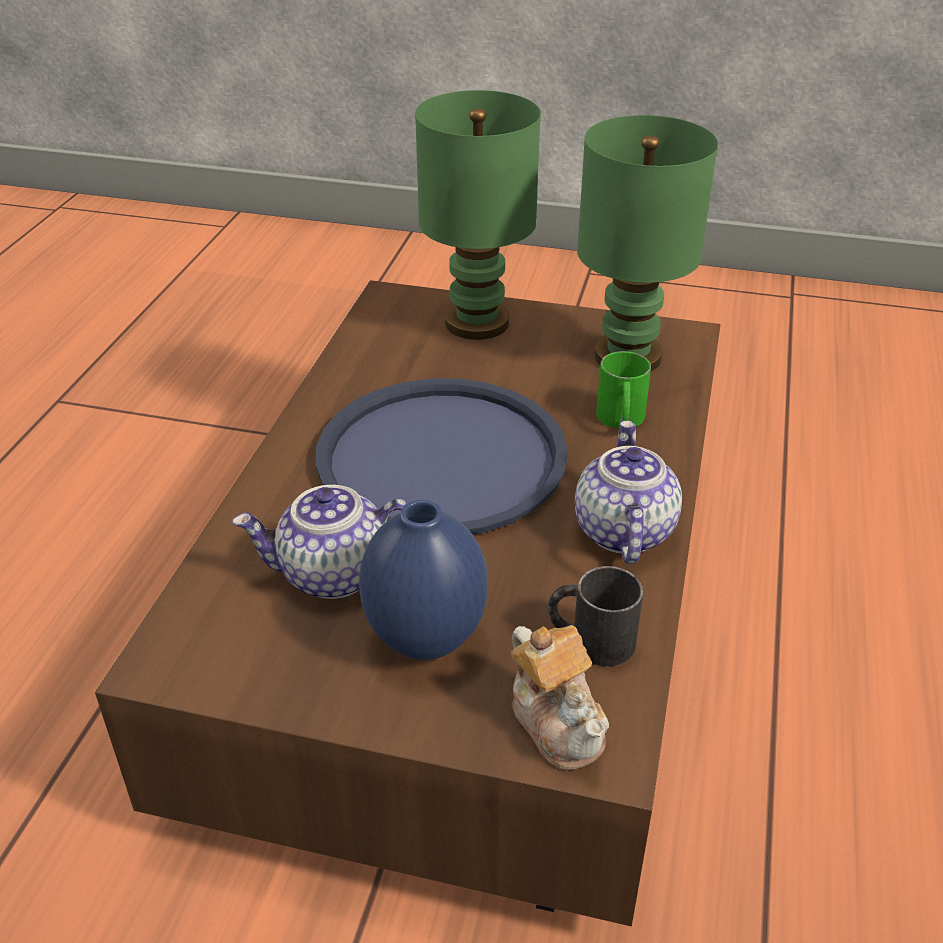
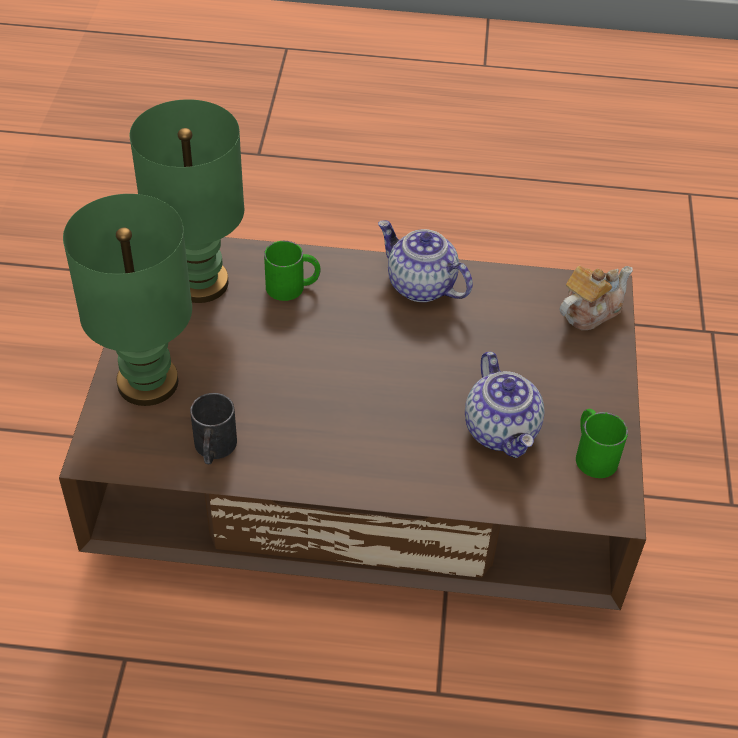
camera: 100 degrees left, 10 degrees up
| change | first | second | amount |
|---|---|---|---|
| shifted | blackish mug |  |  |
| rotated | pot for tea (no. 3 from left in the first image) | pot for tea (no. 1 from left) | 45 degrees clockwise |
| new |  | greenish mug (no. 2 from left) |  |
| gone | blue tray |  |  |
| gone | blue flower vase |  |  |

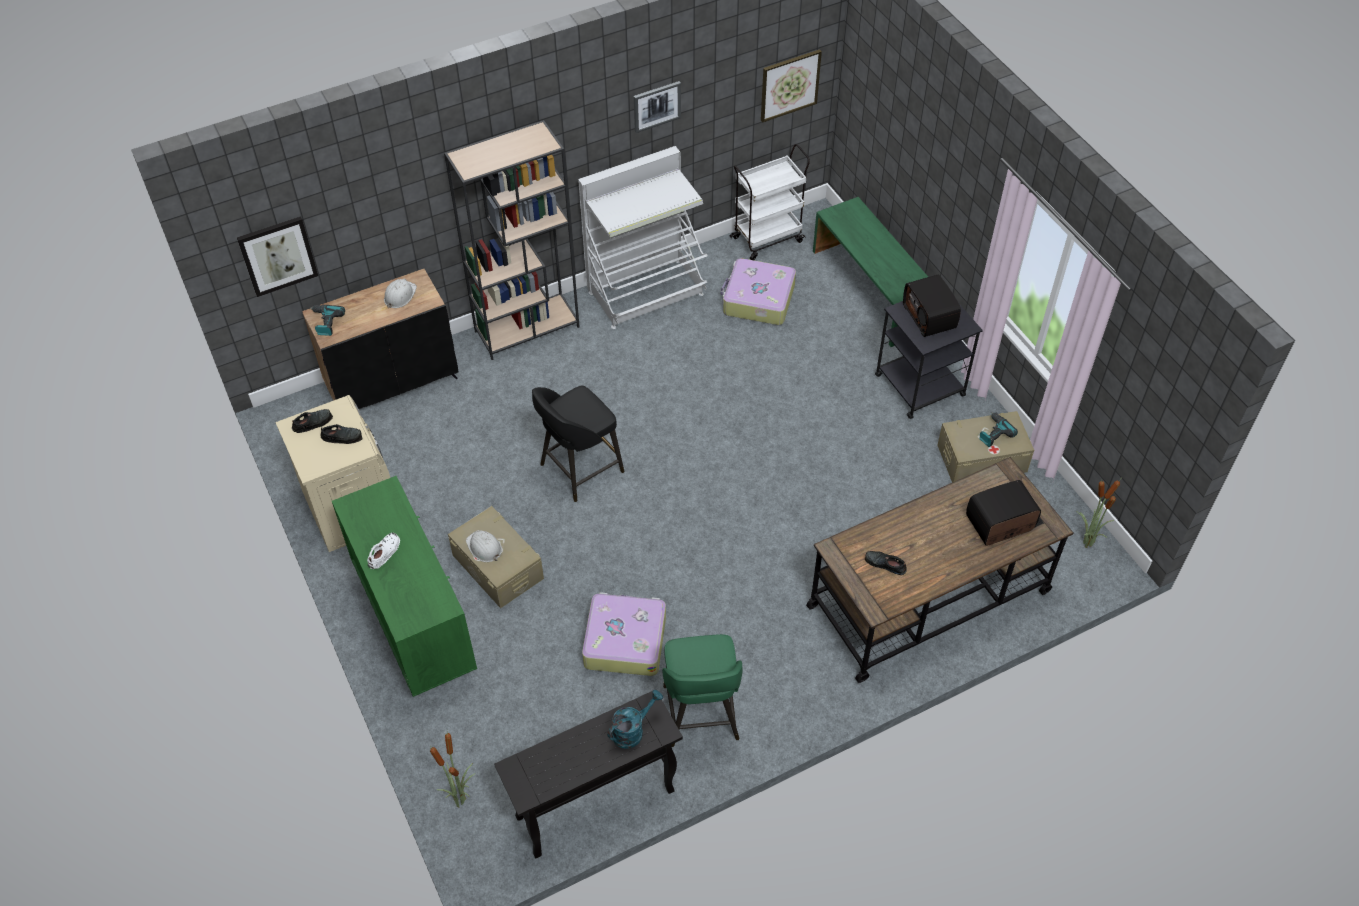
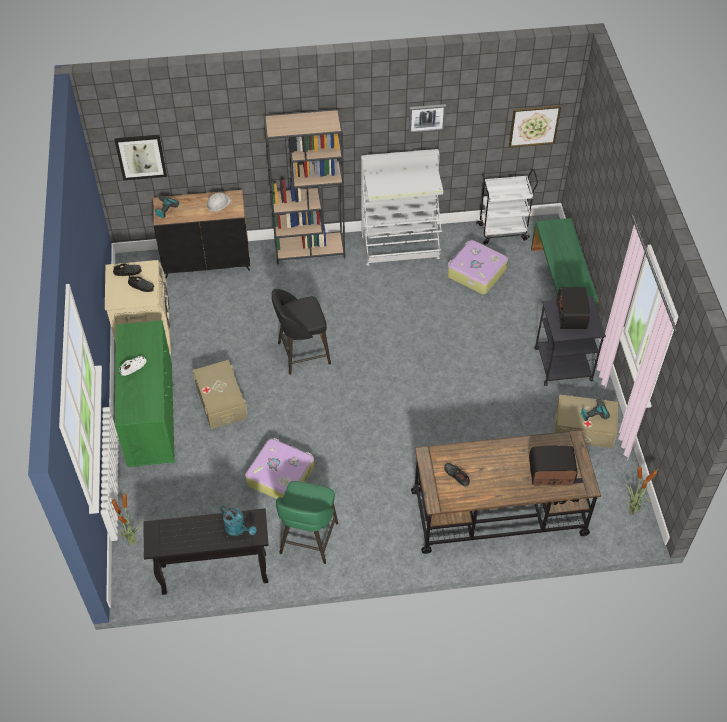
camera: 20 degrees right, 0 degrees up
| change | first | second | amount |
|---|---|---|---|
| rotated | turquoise watering pot |  | 60 degrees clockwise |
| gone | whitish hard hat (no. 2 from left) |  |  |

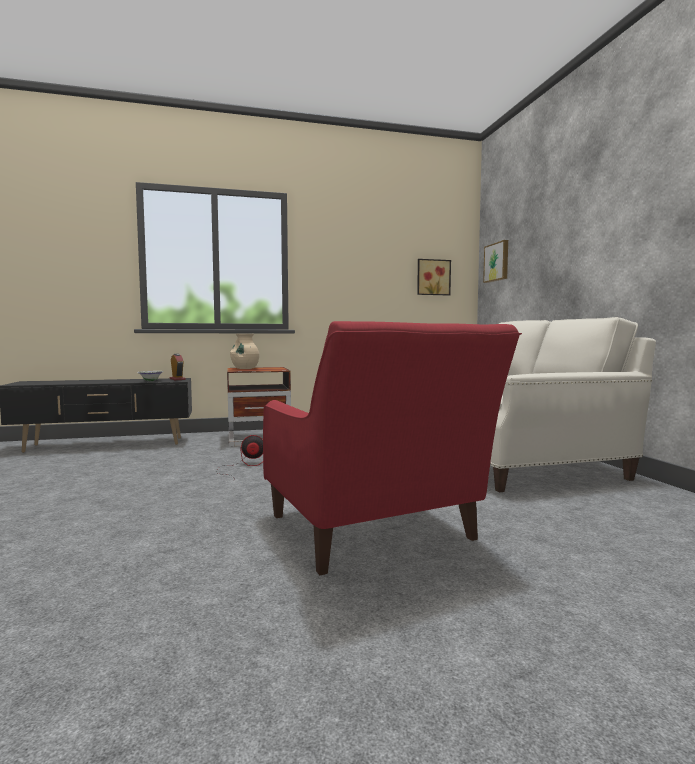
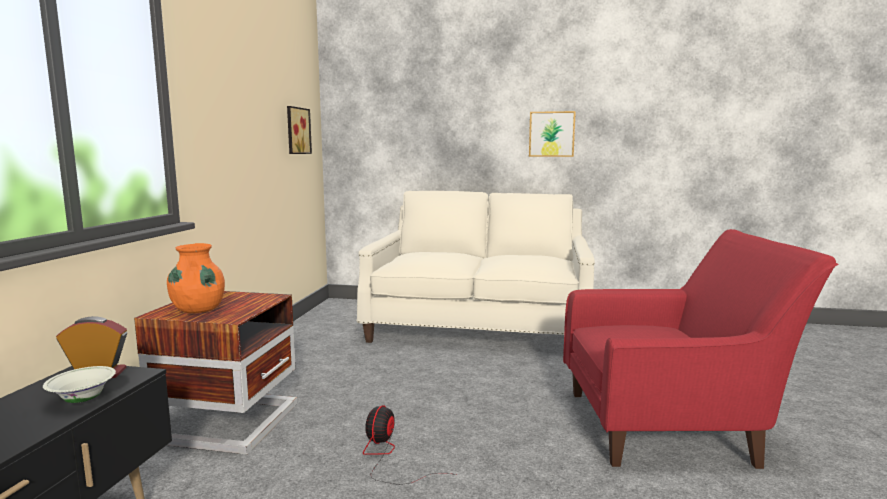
camera: 65 degrees left, 5 degrees up
| change | first | second | amount |
|---|---|---|---|
| repainted | beige flower vase | orange-coloured flower vase |  |
| shifted | wall picture (no. 2 from left) |  |  |

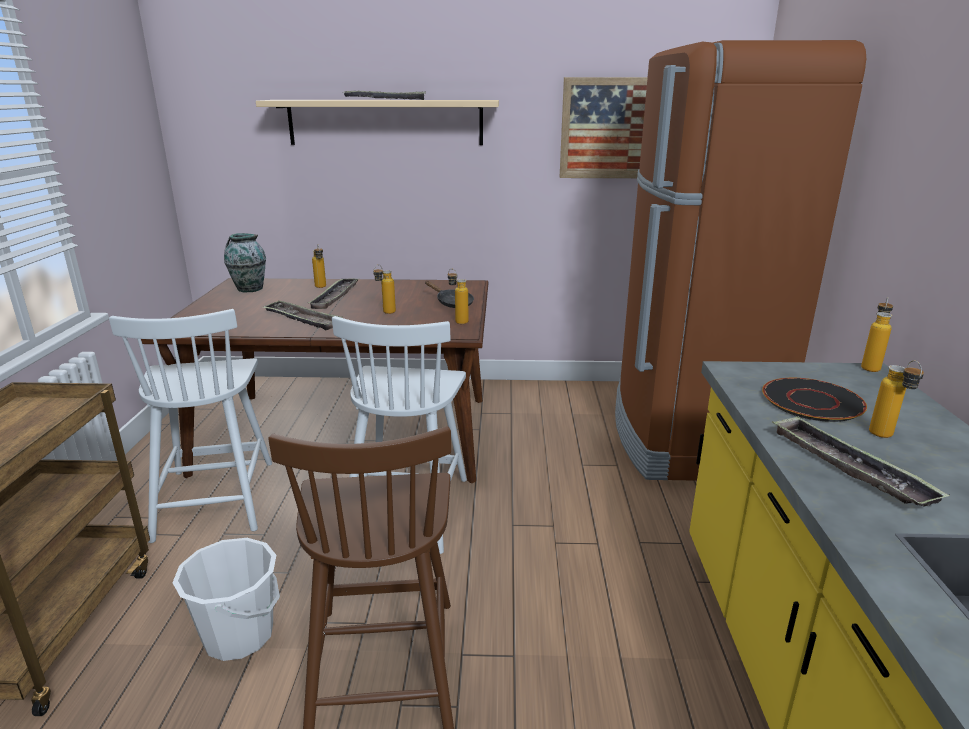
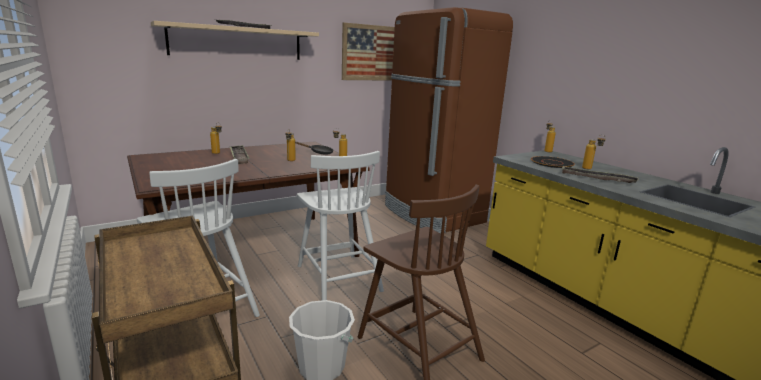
camera: 35 degrees left, 5 degrees down
| change | first | second | amount |
|---|---|---|---|
| gone | flower vase |  |  |
| gone | tray (no. 1 from left) |  |  |

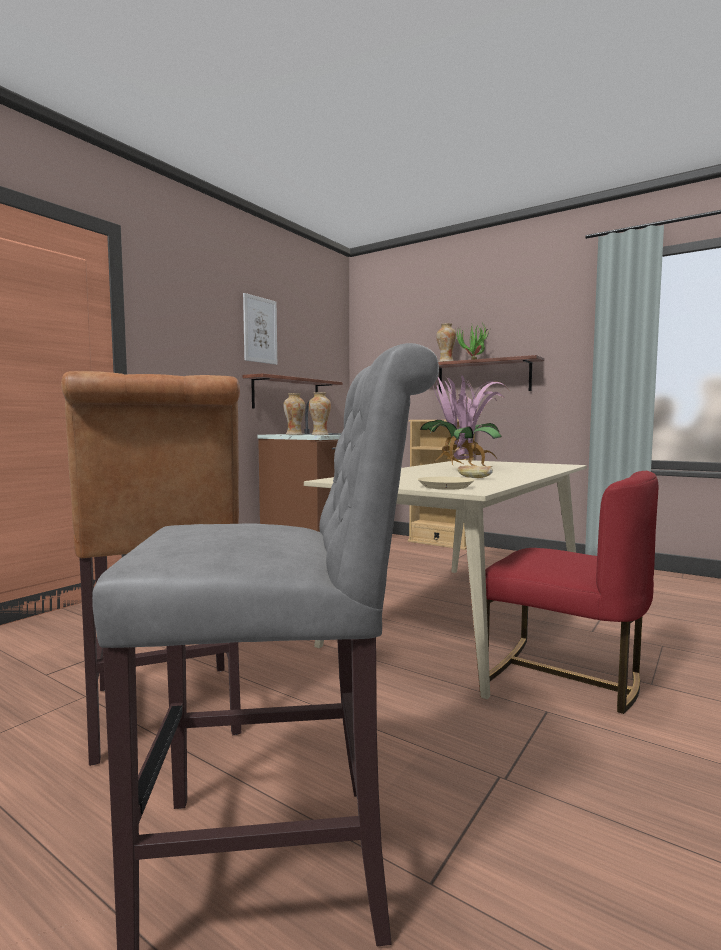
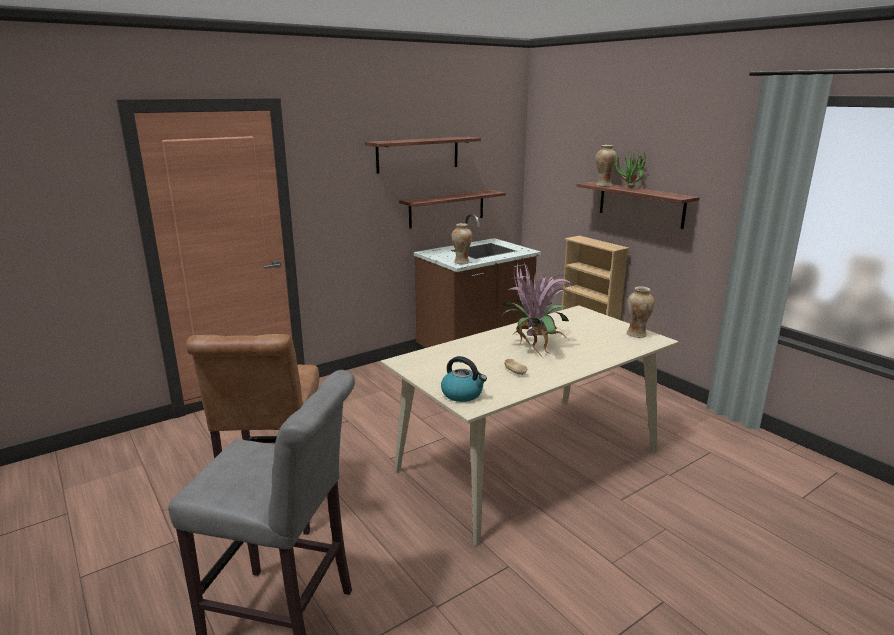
camera: 20 degrees right, 15 degrees up
| change | first | second | amount |
|---|---|---|---|
| swapped | wall picture | wall shelf (no. 1 from left) |  |
| swapped | beige flat dish | water kettle |  |
| shifted | flower vase (no. 1 from left in the first image) | flower vase (no. 3 from left) |  |
| gone | red-coloured upright chair |  |  |

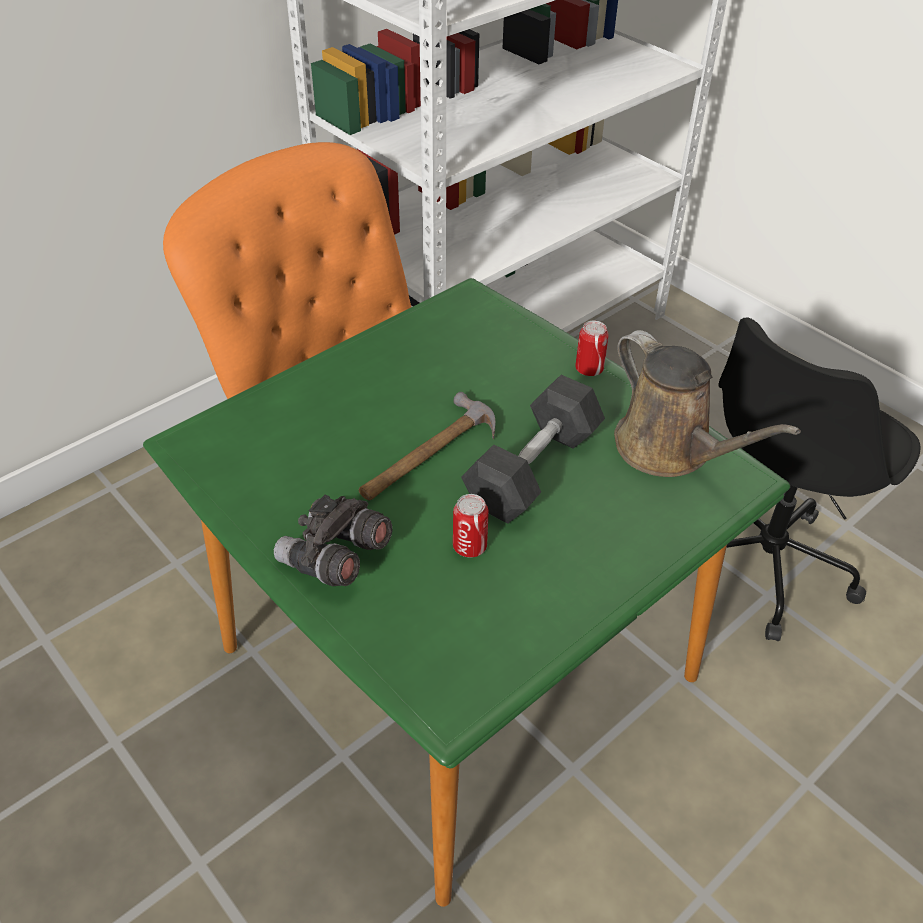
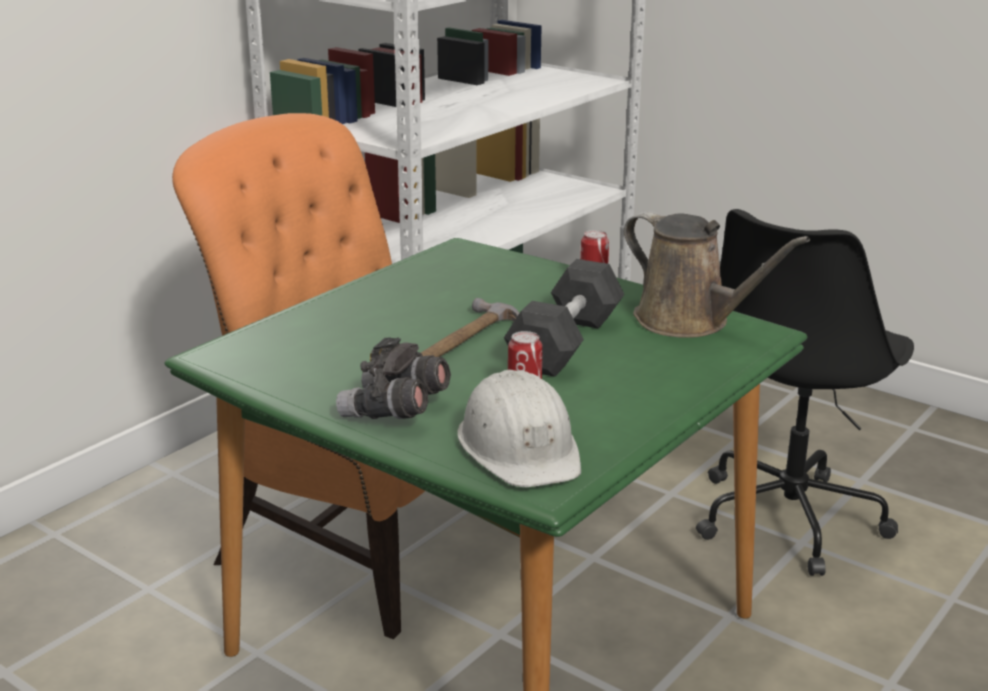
camera: 10 degrees left, 20 degrees down
| change | first | second | amount |
|---|---|---|---|
| new |  | whitish hard hat |  |

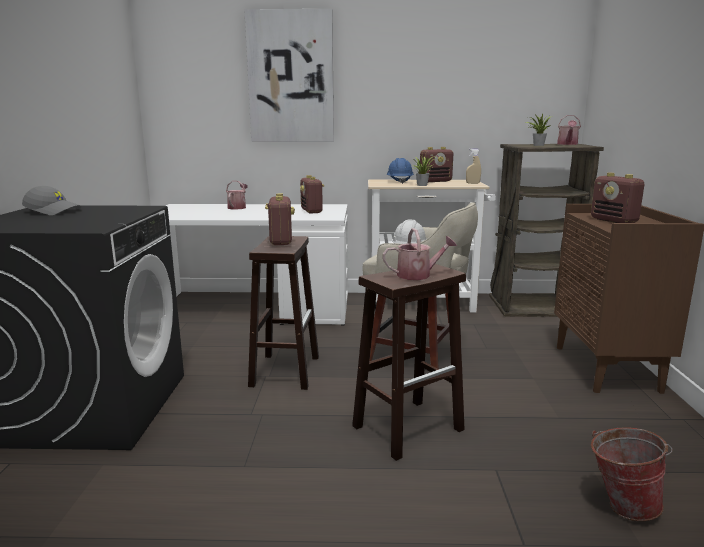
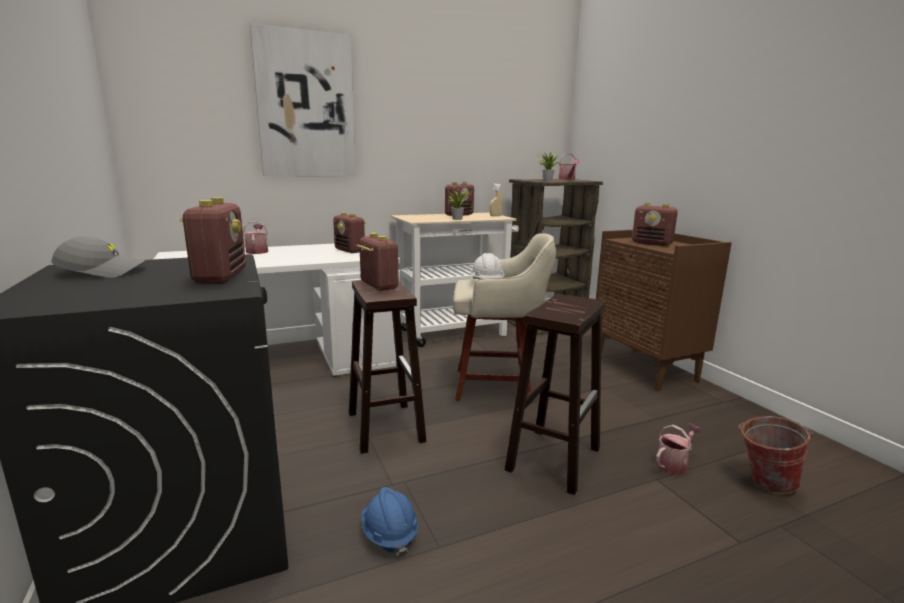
camera: 25 degrees left, 0 degrees up
| change | first | second | amount |
|---|---|---|---|
| new |  | radio set (no. 1 from left) |  |
| shifted | blue hard hat |  |  |
| shifted | watering pot (no. 2 from left in the first image) | watering pot (no. 3 from left) |  |

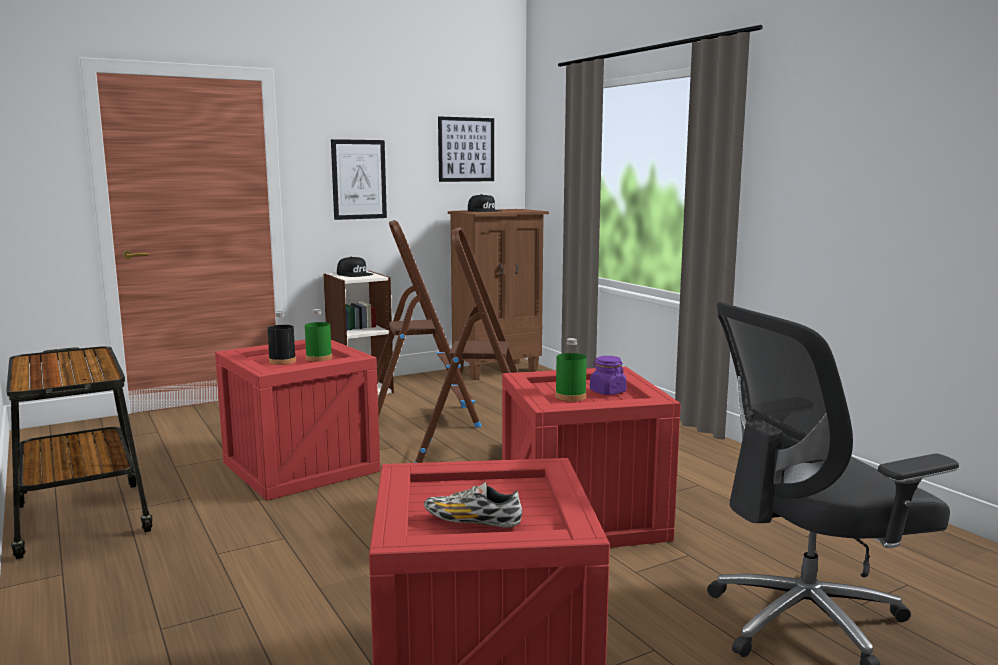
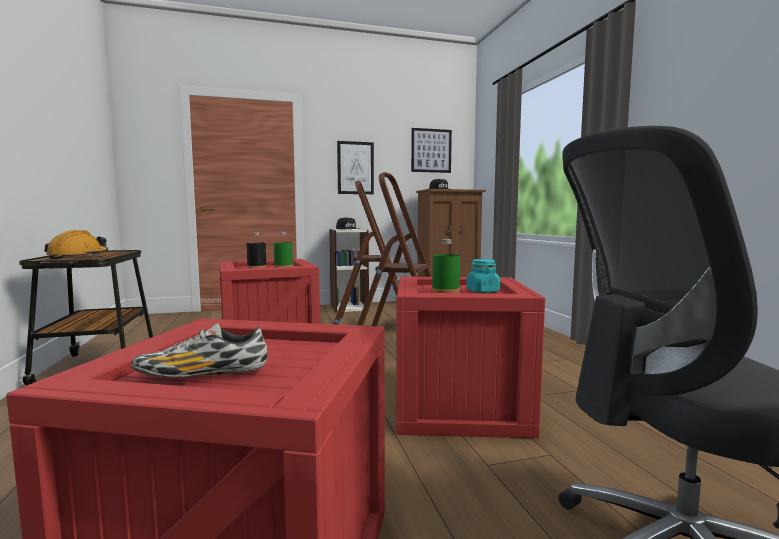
camera: 15 degrees right, 5 degrees down
| change | first | second | amount |
|---|---|---|---|
| new |  | orange-coloured hard hat |  |
| rotated | item of footwear |  | 45 degrees counterclockwise |
| repainted | purple-coloured preserve jar | turquoise preserve jar |  |

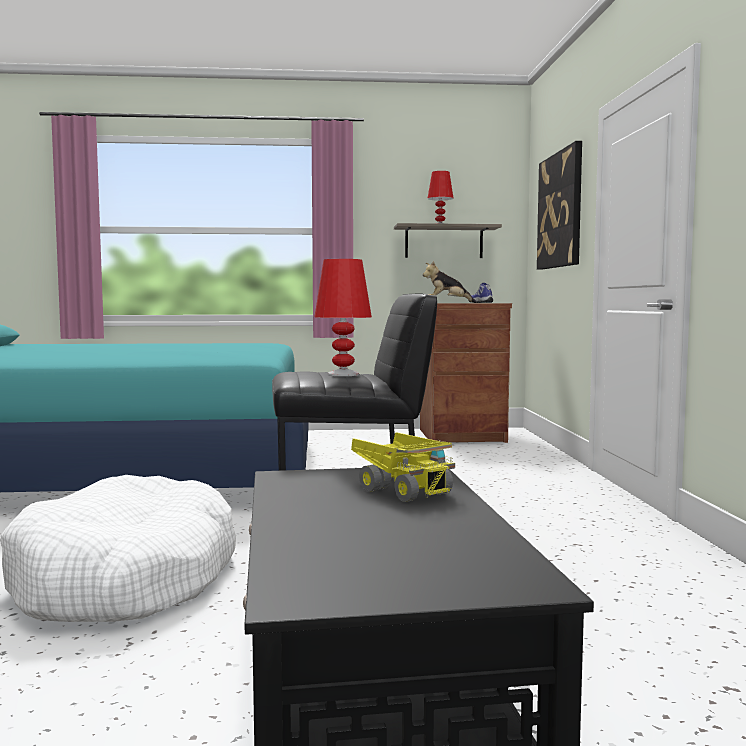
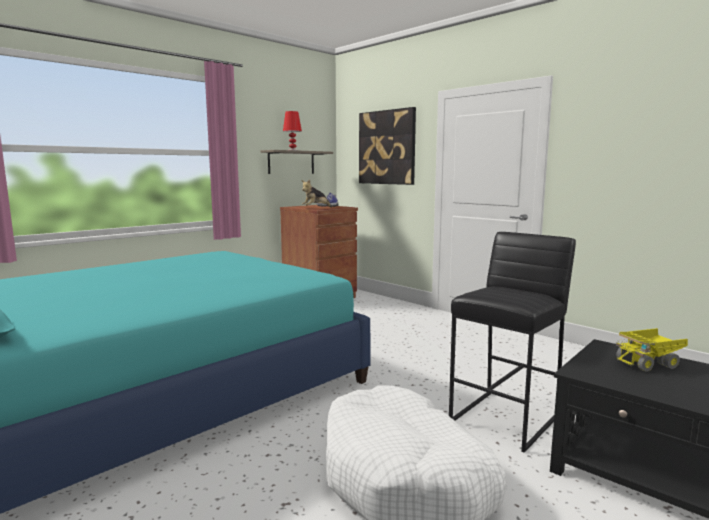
camera: 40 degrees left, 5 degrees up
| change | first | second | amount |
|---|---|---|---|
| rotated | toy truck |  | 150 degrees clockwise |
| gone | red-coloured lamp for a table (no. 1 from left) |  |  |

